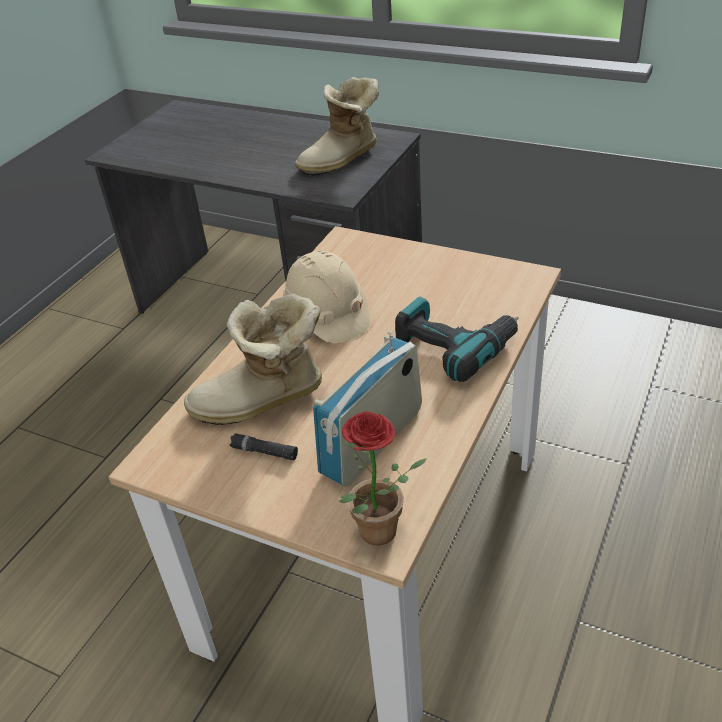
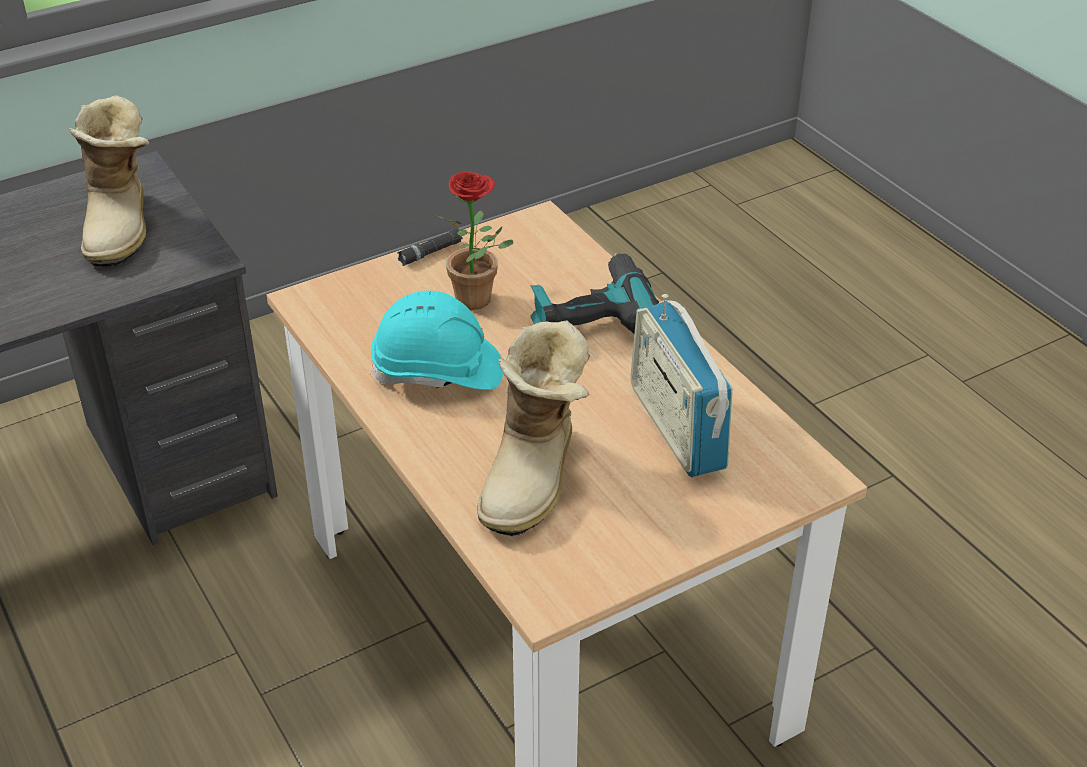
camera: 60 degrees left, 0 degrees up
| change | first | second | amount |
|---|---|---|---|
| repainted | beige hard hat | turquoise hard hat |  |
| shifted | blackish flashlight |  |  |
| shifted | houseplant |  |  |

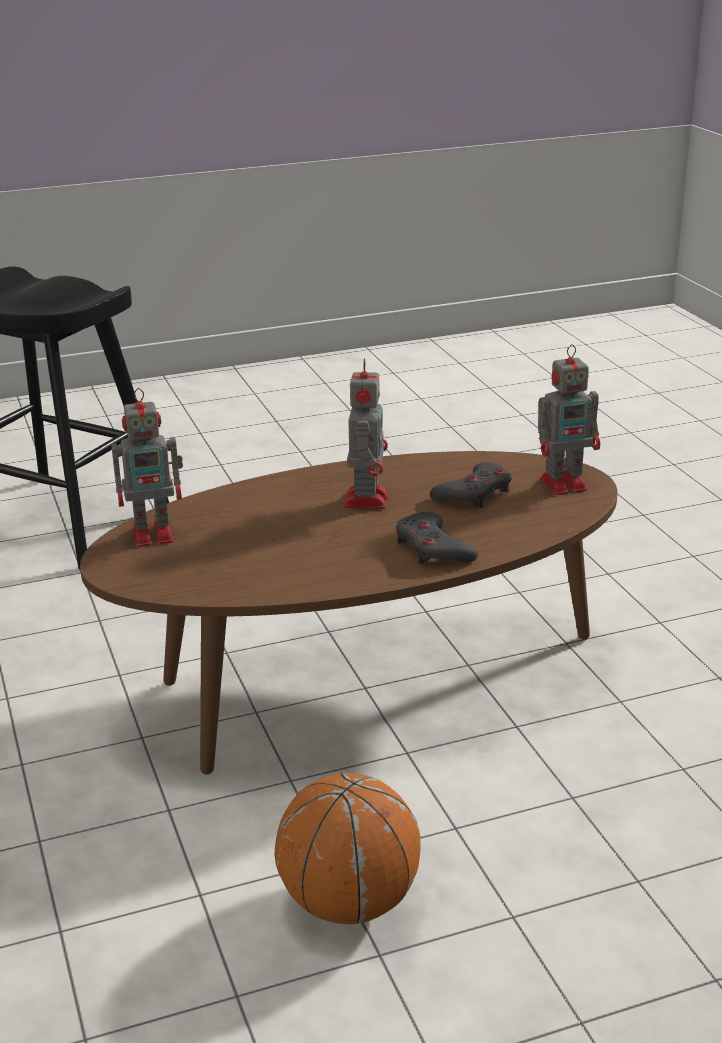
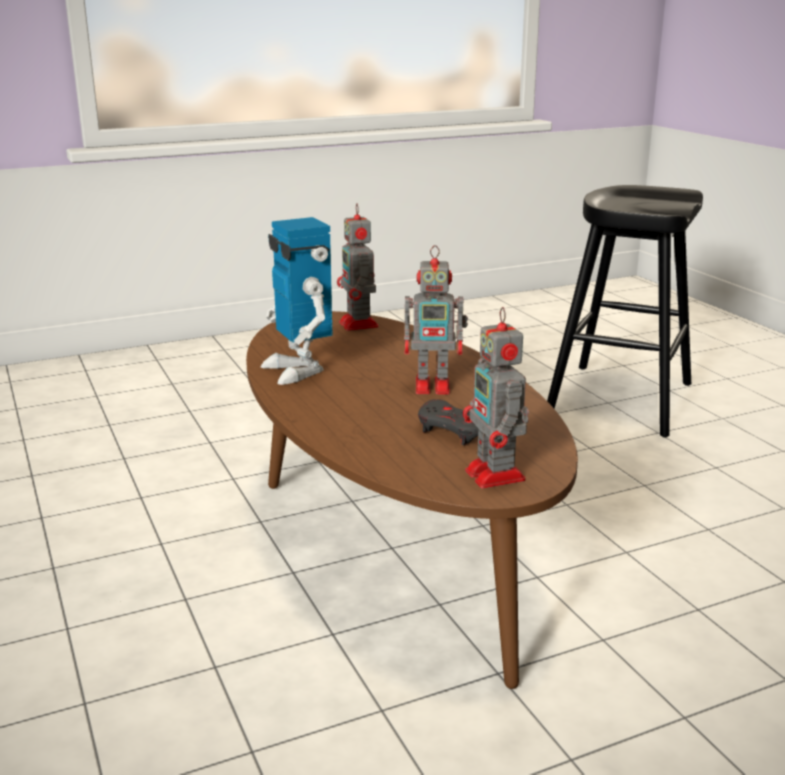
camera: 85 degrees right, 5 degrees down
| change | first | second | amount |
|---|---|---|---|
| new |  | toy robot (no. 1 from left) |  |
| gone | basketball ball |  |  |
| gone | greyish gamepad (no. 1 from left) |  |  |

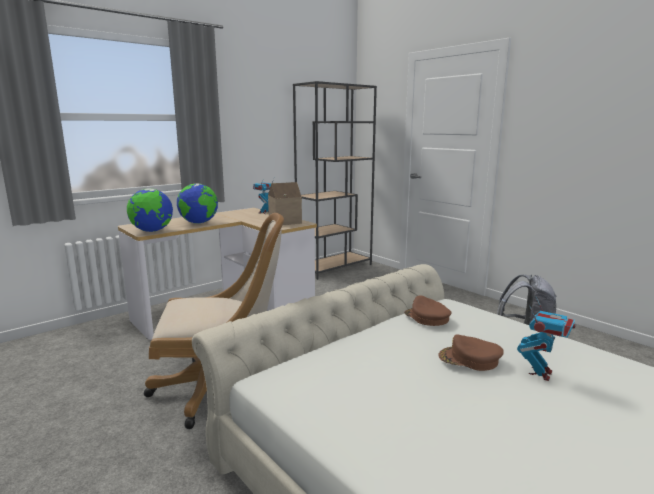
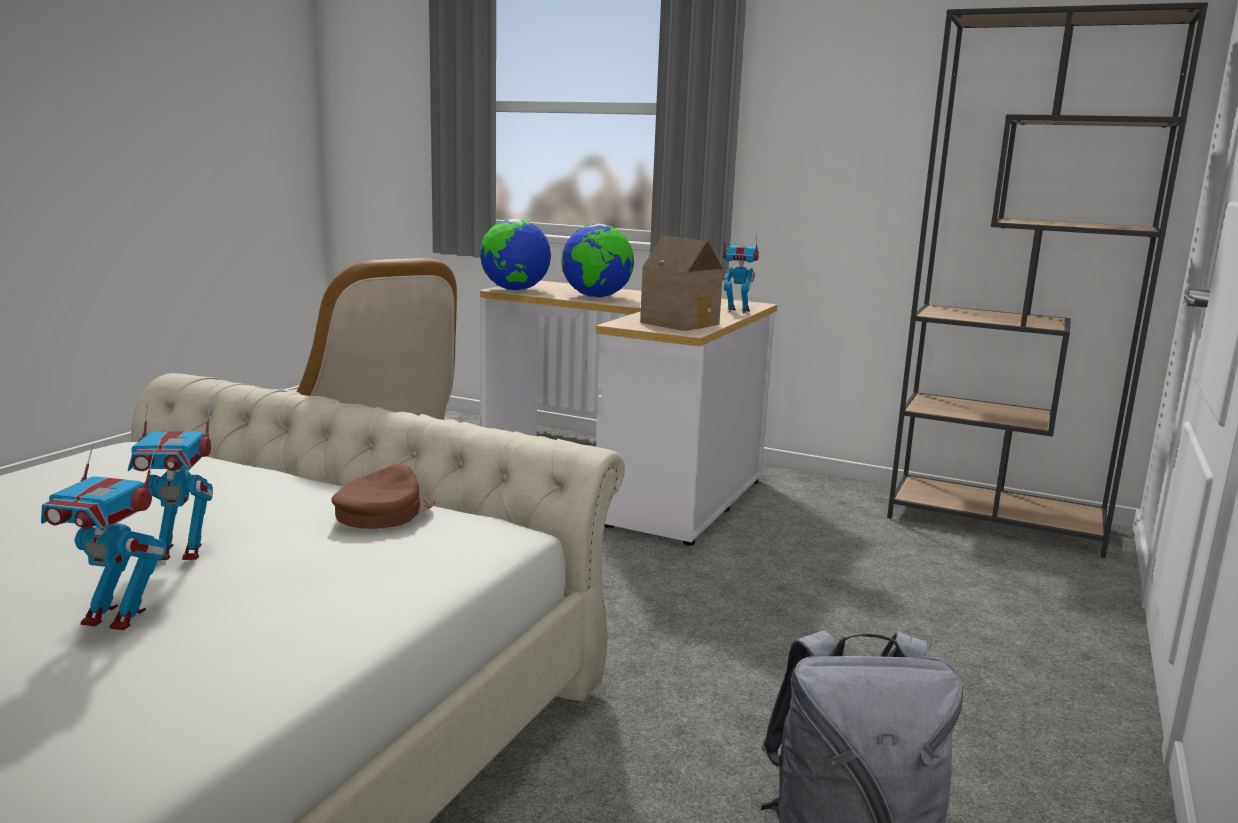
camera: 65 degrees right, 0 degrees up
| change | first | second | amount |
|---|---|---|---|
| swapped | brown baseball cap (no. 2 from left) | toy robot (no. 2 from left) |  |

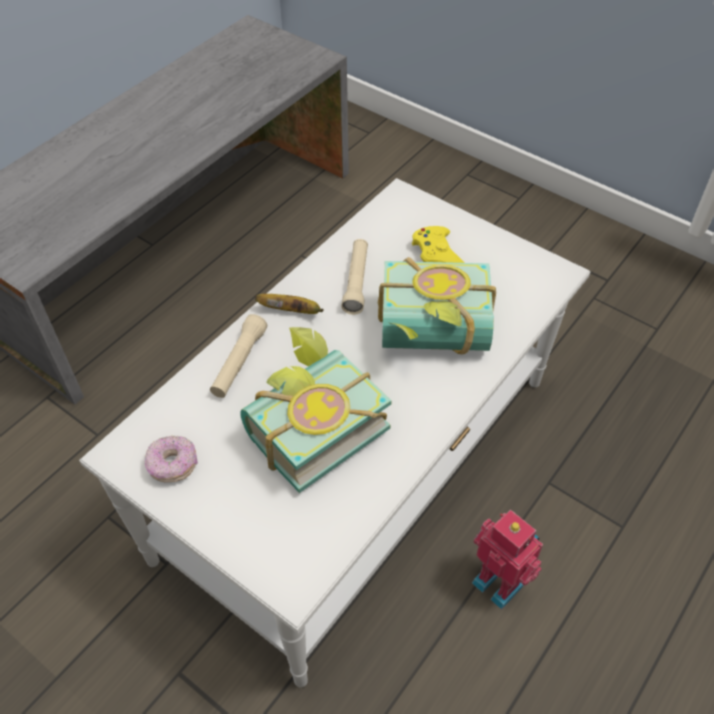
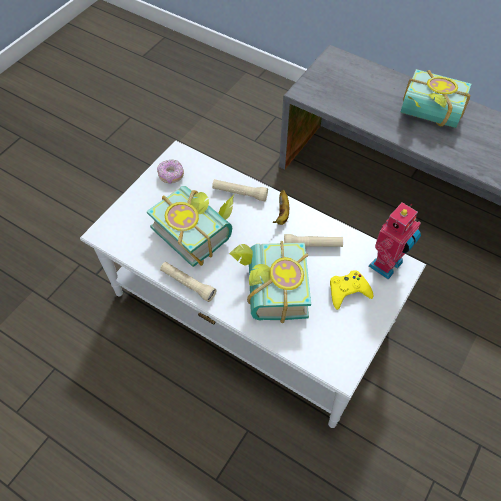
camera: 85 degrees right, 5 degrees up
| change | first | second | amount |
|---|---|---|---|
| new |  | beige flashlight (no. 1 from left) |  |
| shifted | toy robot |  |  |
| new |  | bound book (no. 3 from left) |  |

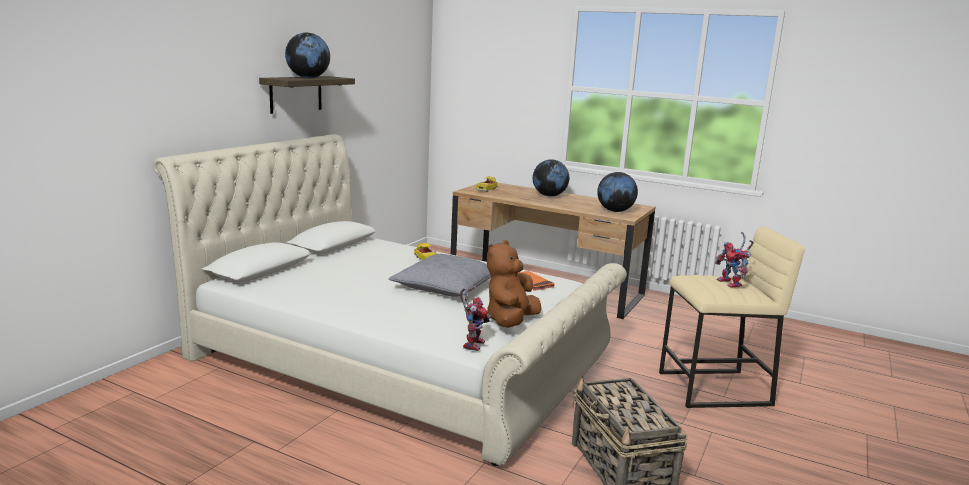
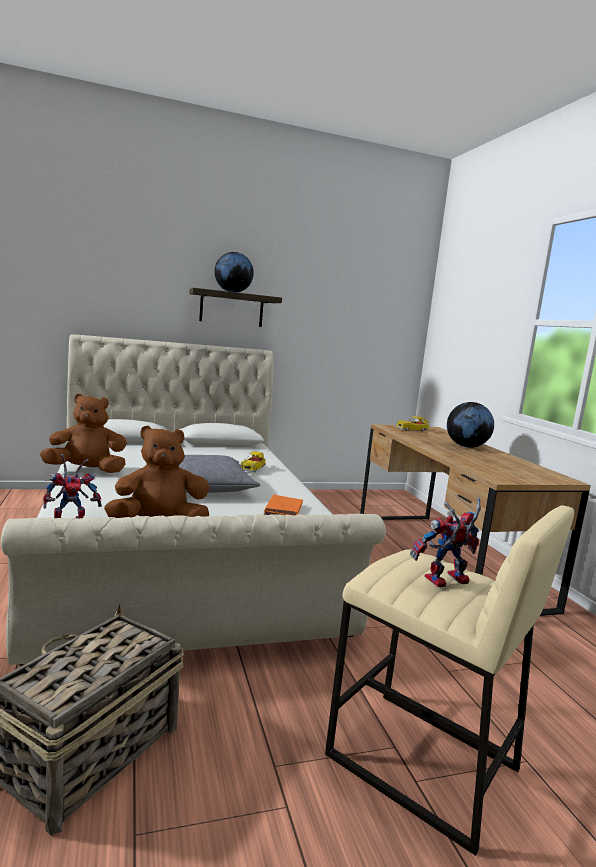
camera: 45 degrees right, 5 degrees down
| change | first | second | amount |
|---|---|---|---|
| new |  | brown plush toy (no. 1 from left) |  |
| rotated | toy robot (no. 2 from left) |  | 45 degrees clockwise |
| gone | world globe (no. 3 from left) |  |  |

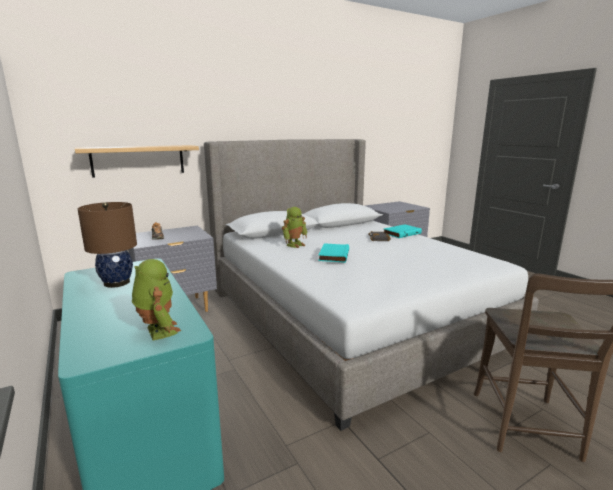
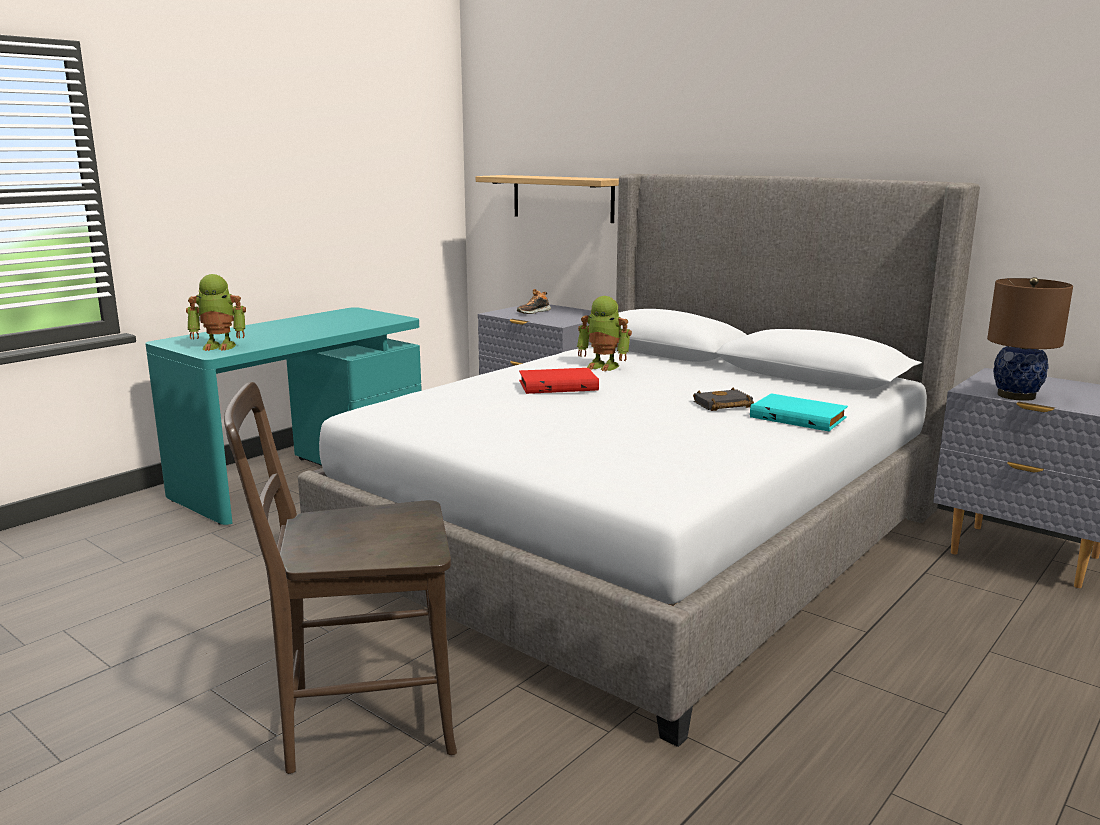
camera: 70 degrees right, 0 degrees up
| change | first | second | amount |
|---|---|---|---|
| rotated | toy robot (no. 1 from left) |  | 45 degrees clockwise |
| repainted | turquoise bound book (no. 1 from left) | red-coloured bound book |  |
| shifted | brown lamp for a table |  |  |

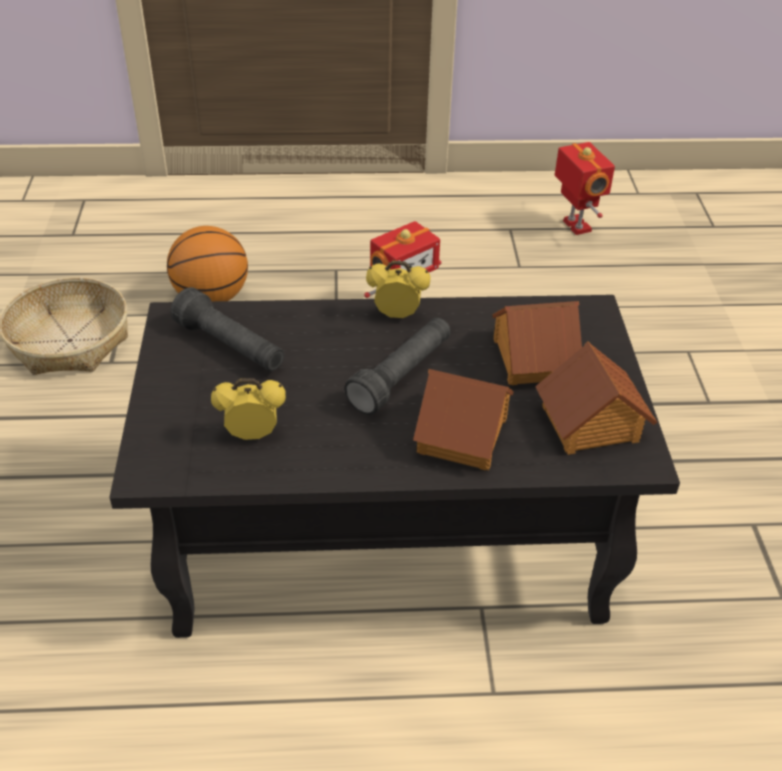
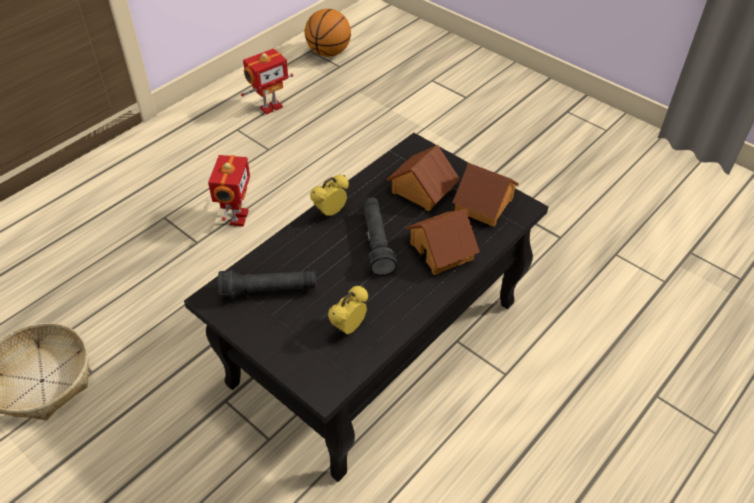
camera: 45 degrees left, 5 degrees up
| change | first | second | amount |
|---|---|---|---|
| rotated | toy robot (no. 2 from left) |  | 120 degrees clockwise |
| shifted | basketball ball |  |  |

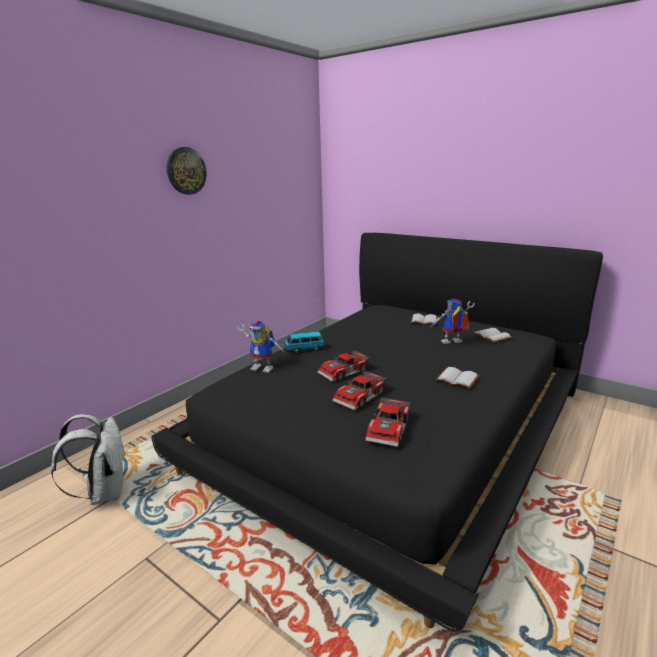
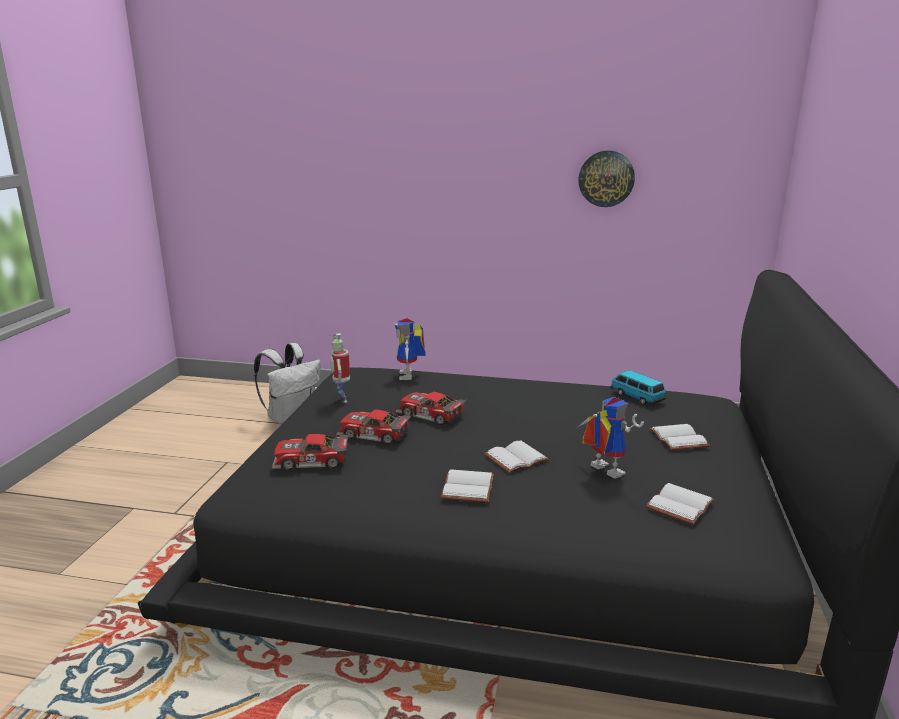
camera: 65 degrees right, 0 degrees up
| change | first | second | amount |
|---|---|---|---|
| new |  | toy robot (no. 1 from left) |  |
| new |  | whitish bound book (no. 2 from left) |  |
| shifted | clock on the wall |  |  |
| shifted | toy car (no. 1 from left in the first image) | toy car (no. 4 from left) |  |

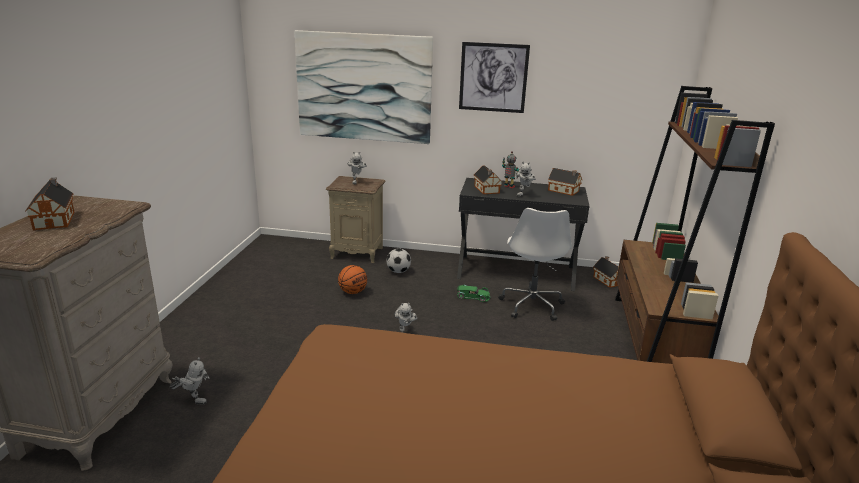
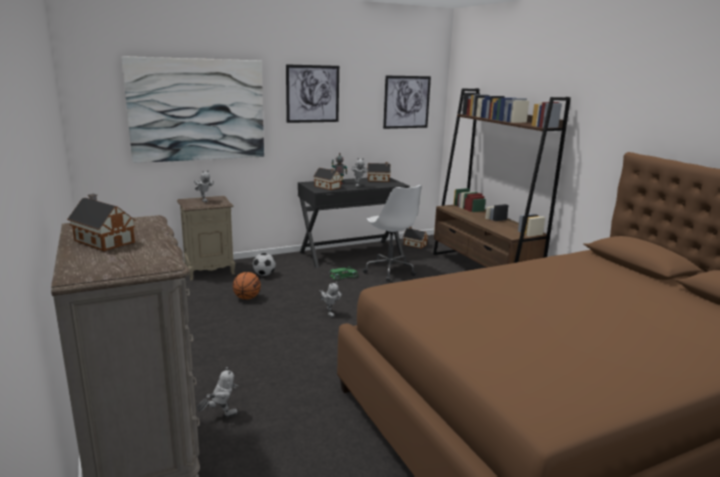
camera: 35 degrees left, 5 degrees down
| change | first | second | amount |
|---|---|---|---|
| new |  | wall picture (no. 3 from left) |  |

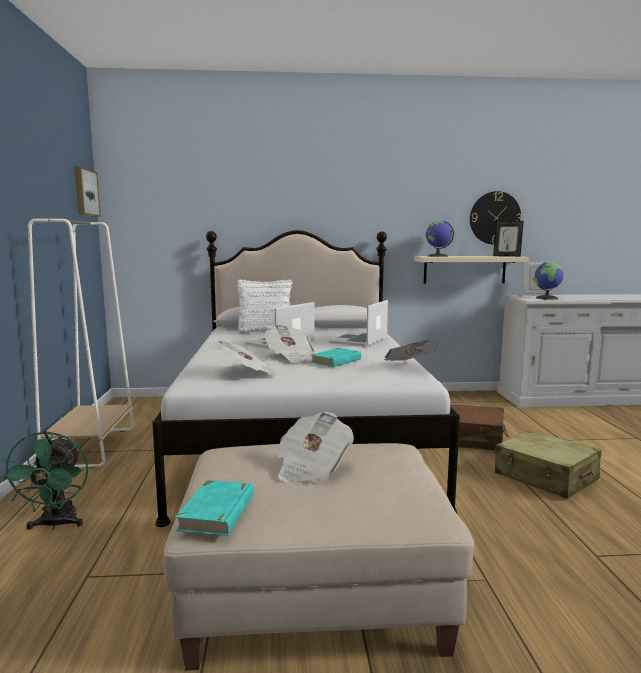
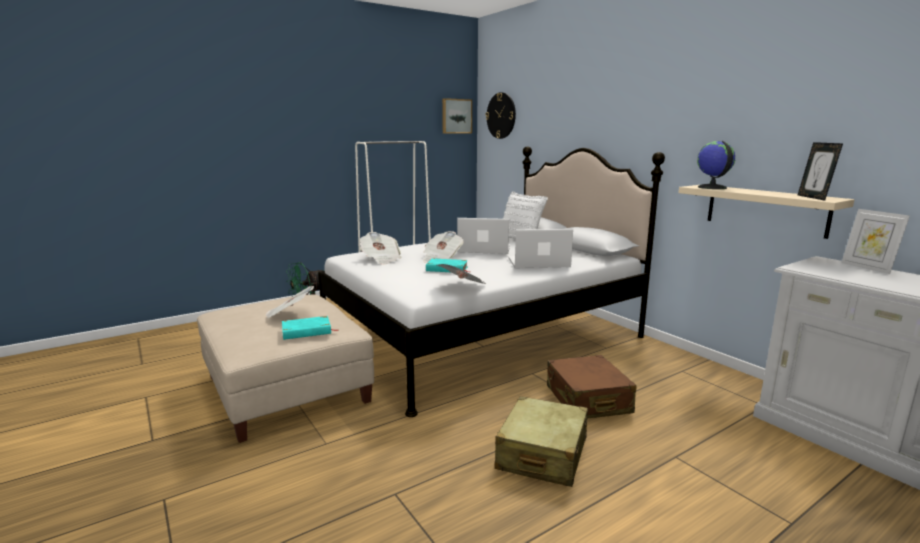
camera: 60 degrees right, 5 degrees up
| change | first | second | amount |
|---|---|---|---|
| shifted | turquoise bound book (no. 1 from left) |  |  |
| shifted | clock on the wall |  |  |
| gone | world globe (no. 2 from left) |  |  |

